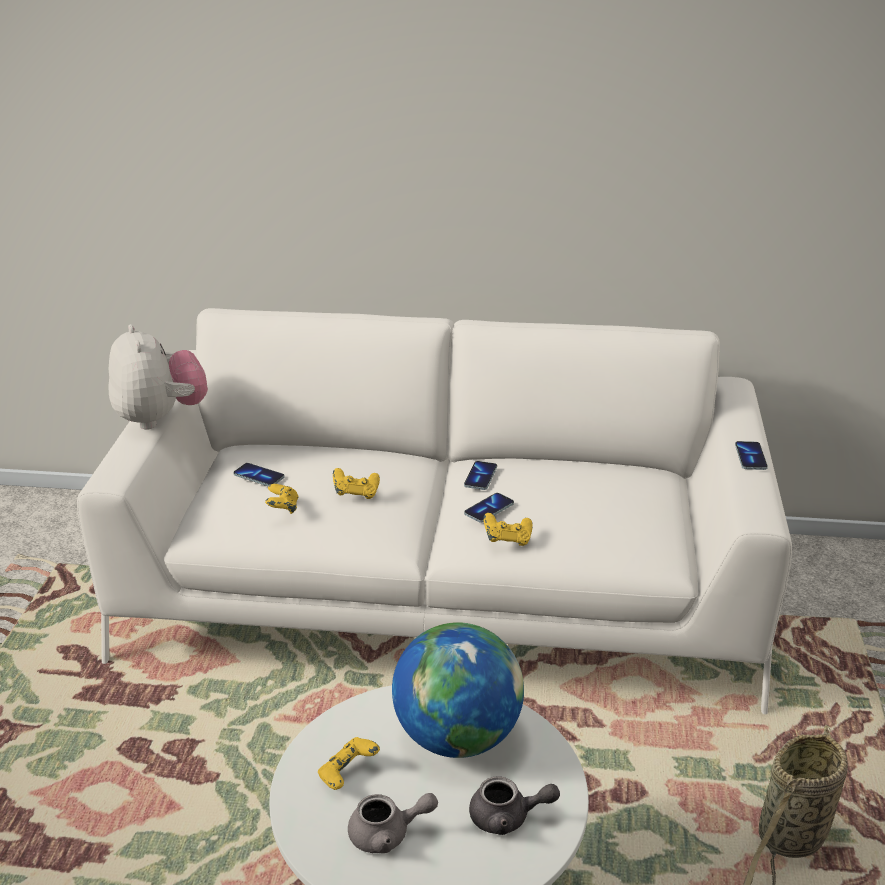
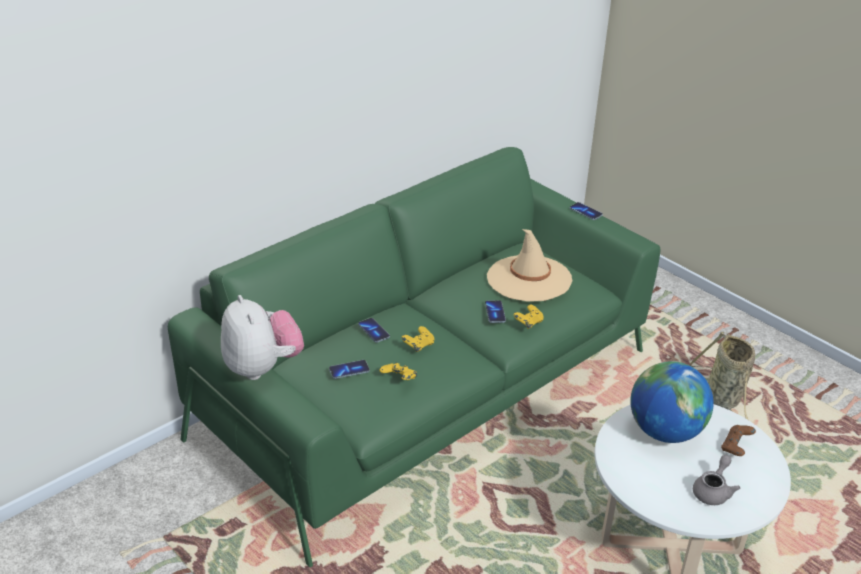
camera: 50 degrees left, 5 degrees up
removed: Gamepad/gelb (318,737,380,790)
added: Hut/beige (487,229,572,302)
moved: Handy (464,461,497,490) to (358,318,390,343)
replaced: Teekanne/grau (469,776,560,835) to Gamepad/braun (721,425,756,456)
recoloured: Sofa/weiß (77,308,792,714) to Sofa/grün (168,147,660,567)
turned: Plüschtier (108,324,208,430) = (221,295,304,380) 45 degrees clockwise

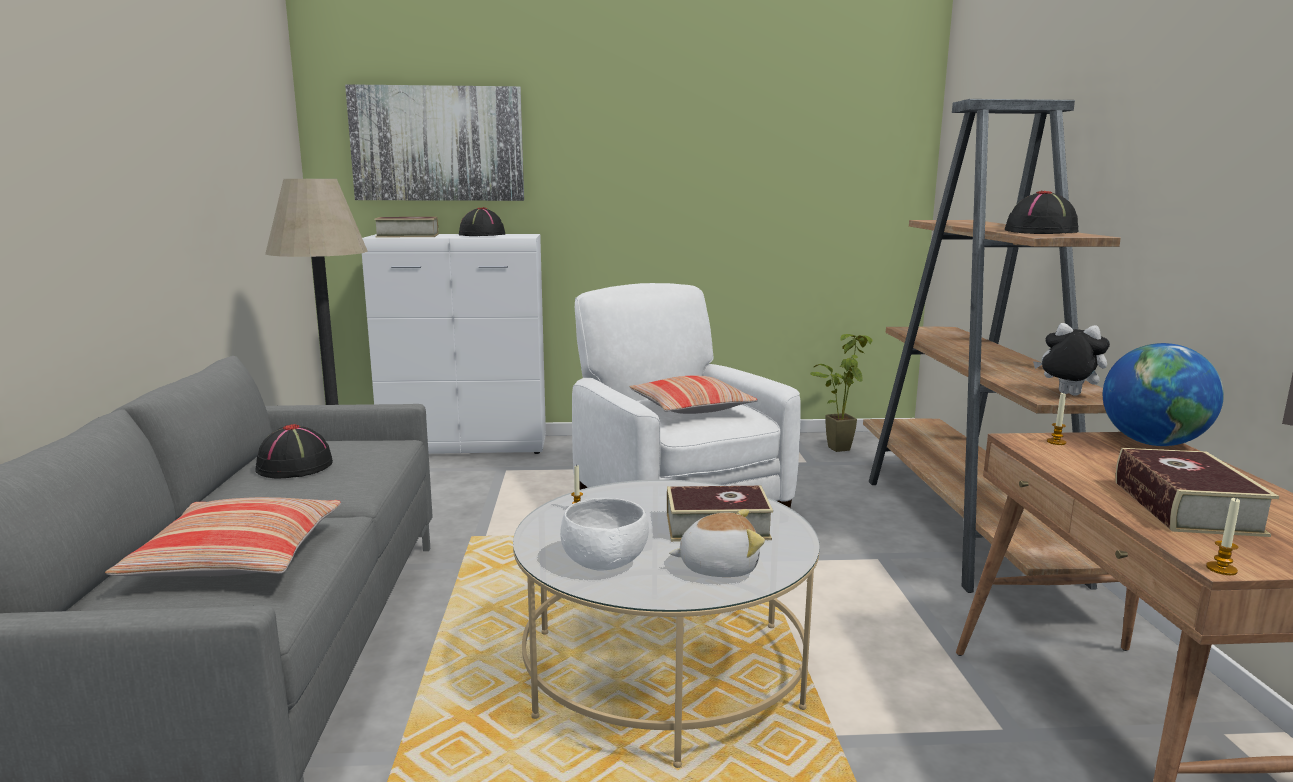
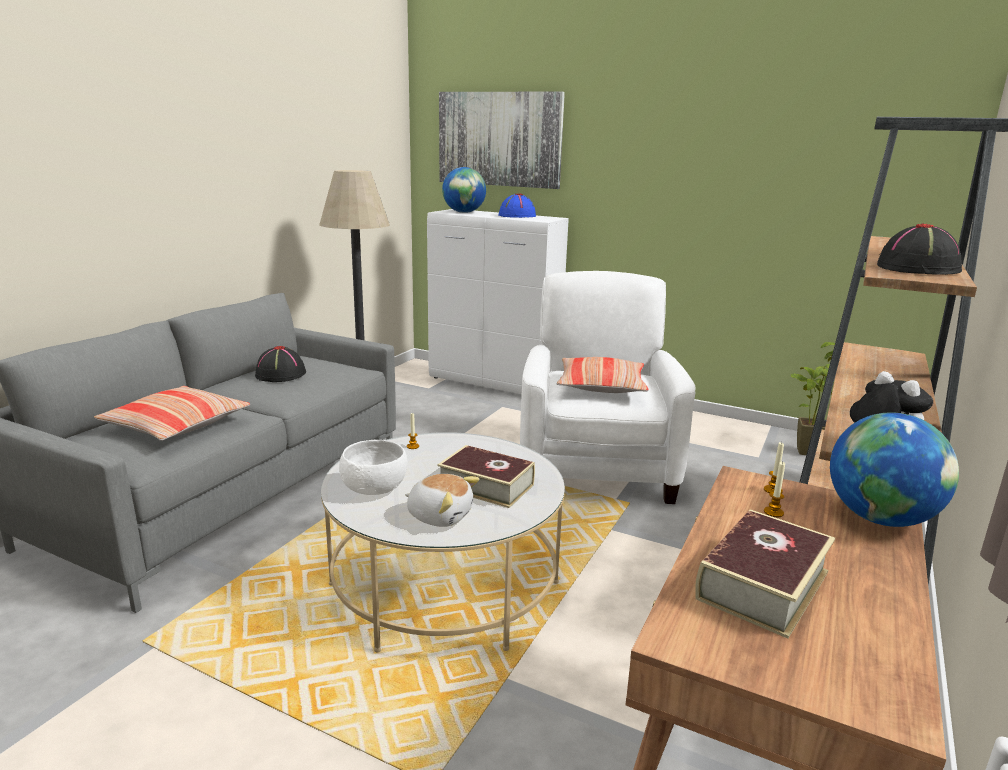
camera: 30 degrees right, 5 degrees up
moved: Kerze (1206,497,1240,575) to (764,462,785,517)
replaced: Buch (374,217,439,238) to Globus (442,167,486,213)
recoloured: Hut/schwarz (459,207,505,236) to Hut/blau (498,194,536,218)

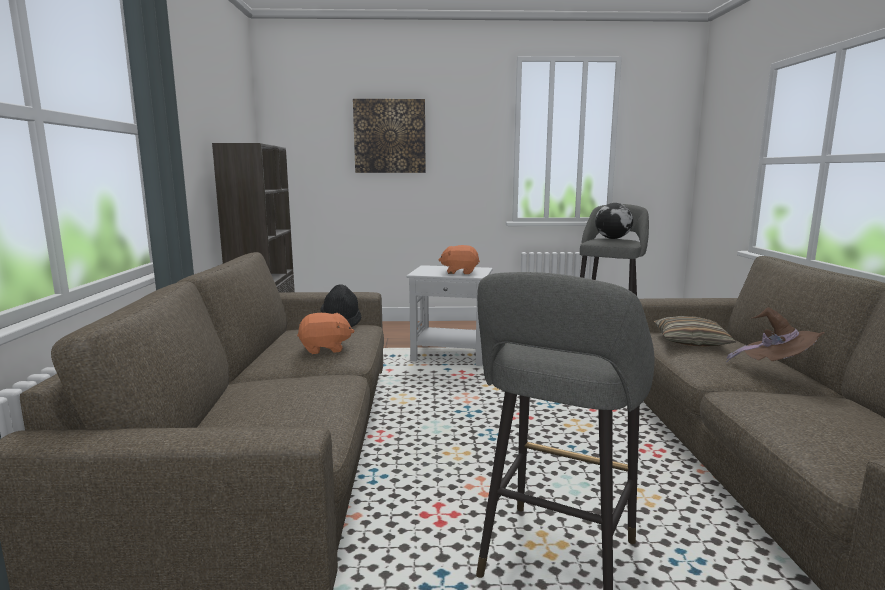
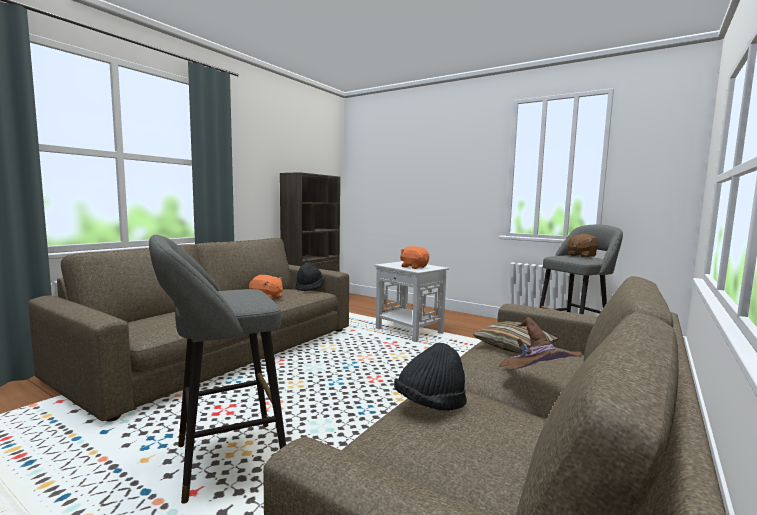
camera: 35 degrees right, 5 degrees down
removed: Bild (353,99,425,173)
added: Hut/schwarz (394,343,467,411)
replaced: Globus (595,203,633,239) to Plüschtier/braun (567,234,598,258)

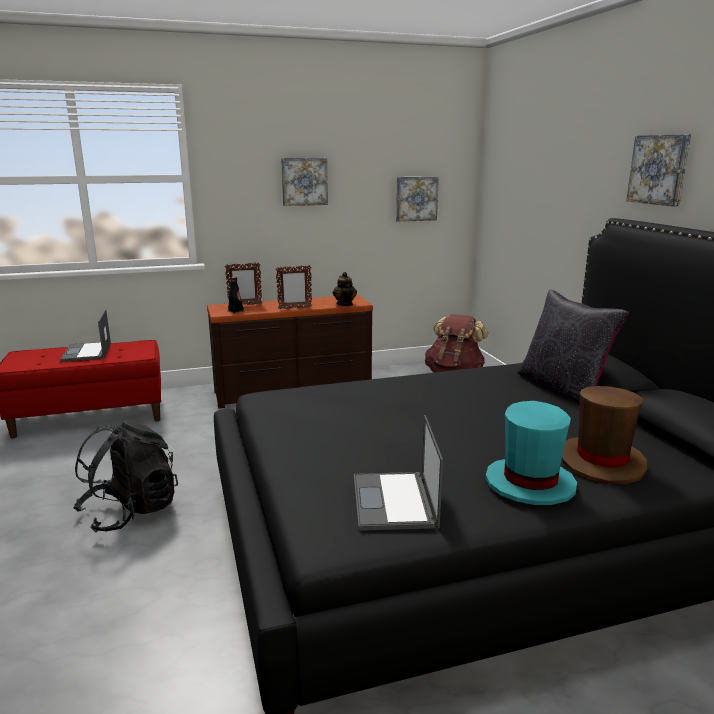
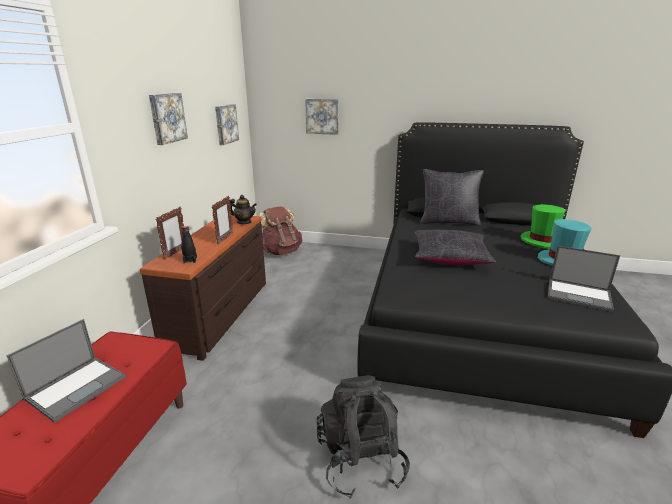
camera: 60 degrees left, 5 degrees up
added: Kissen/schwarz (414,230,496,265)
moved: Bild (626,134,691,206) to (305,99,339,135)
recoloured: Hut/braun (562,386,647,484) to Hut/grün (521,204,565,249)
turned: Laptop (60,309,111,362) = (6,319,126,423) 75 degrees counterclockwise

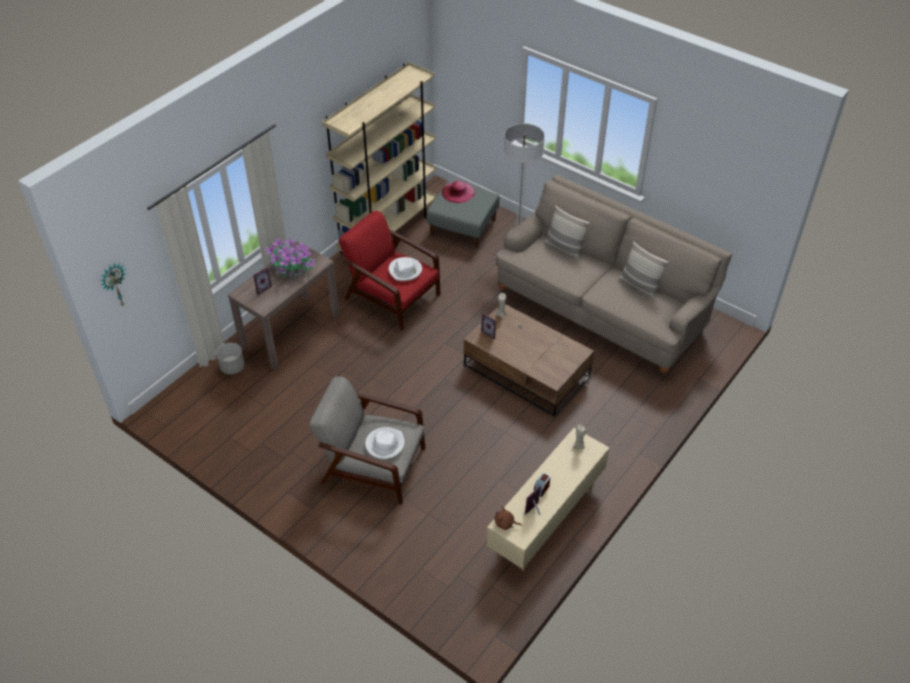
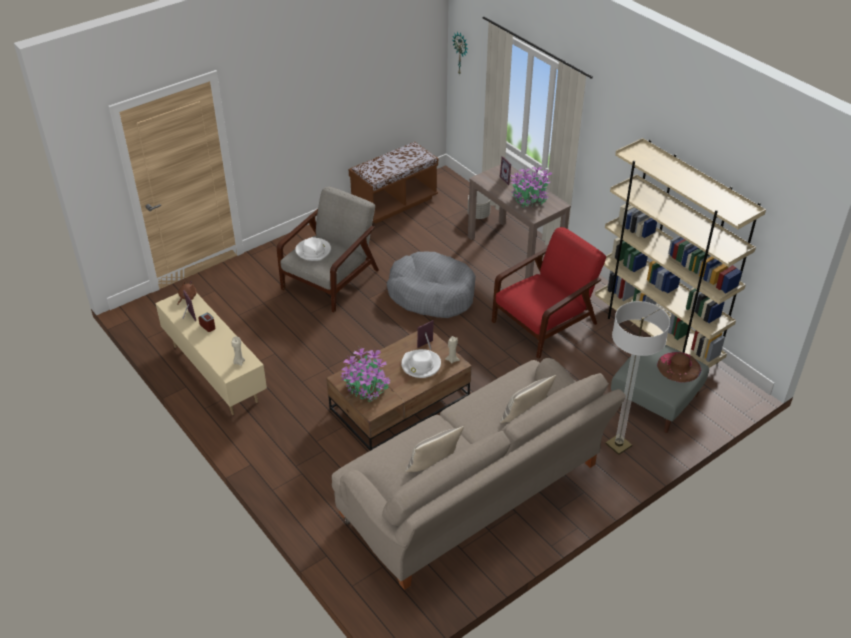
camera: 105 degrees right, 5 degrees down
added: Bank/braun (349,142,438,224); Hundebett/grau (387,252,476,318); Topfpflanze (341,348,391,402)
moved: Hut/weiß (389,257,422,281) to (401,349,441,378)
recoloured: Hut/rosa (442,181,475,203) to Hut/braun (657,352,701,383)

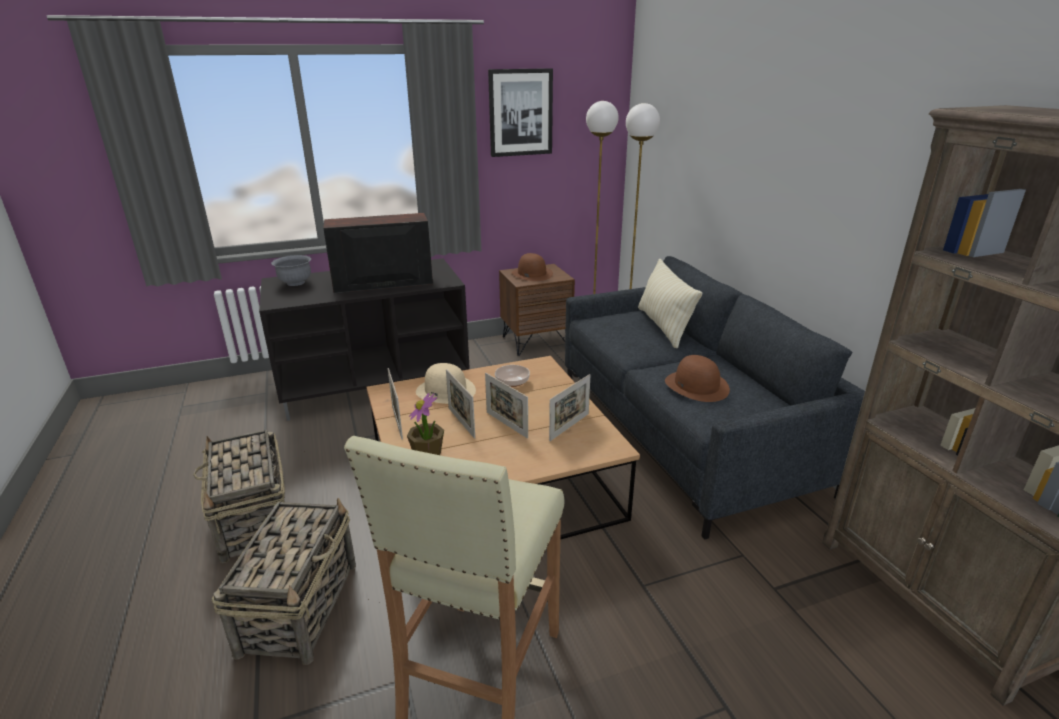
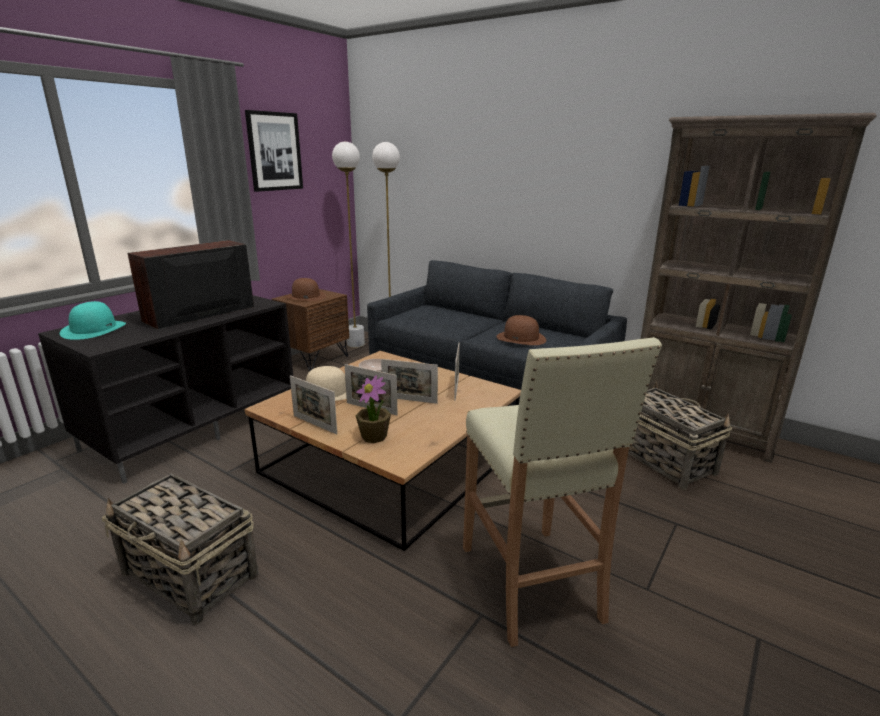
camera: 35 degrees left, 5 degrees down
removed: Kissen/beige (638,259,702,348)
moved: Korb (212,498,356,665) to (628,382,732,490)
replaced: Schüssel/grau (271,255,311,286) to Hut/türkis (60,301,126,340)

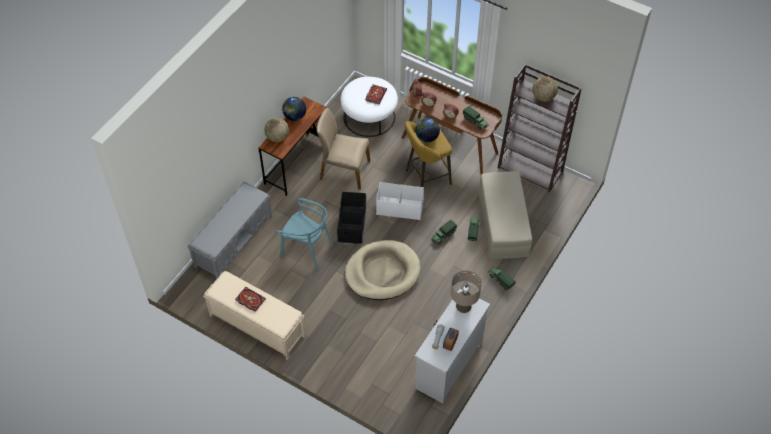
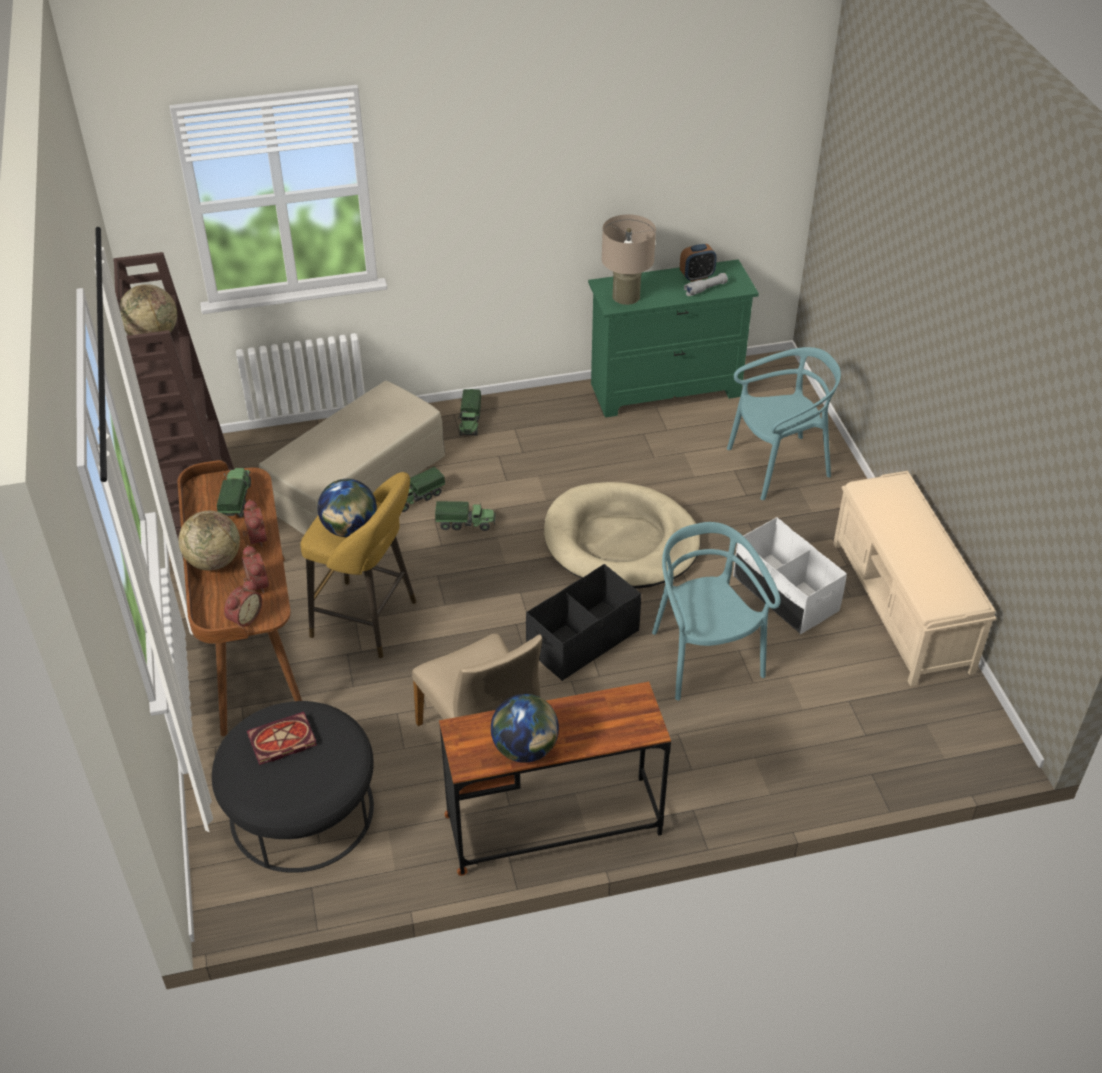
camera: 135 degrees left, 10 degrees down
removed: Bank/grau (188,181,272,280); Buch (235,287,266,312)
added: Stuhl/türkis (727,347,841,500)
moved: Globus (265,118,289,142) to (179,511,240,571); Aufbewahrungsbox/weiß (376,182,424,220) to (733,517,847,634)
recoloured: Polsterhocker/weiß (340,77,398,137) to Polsterhocker/schwarz (212,701,374,873); Kommode/weiß (415,289,490,404) to Kommode/grün (588,259,759,418)

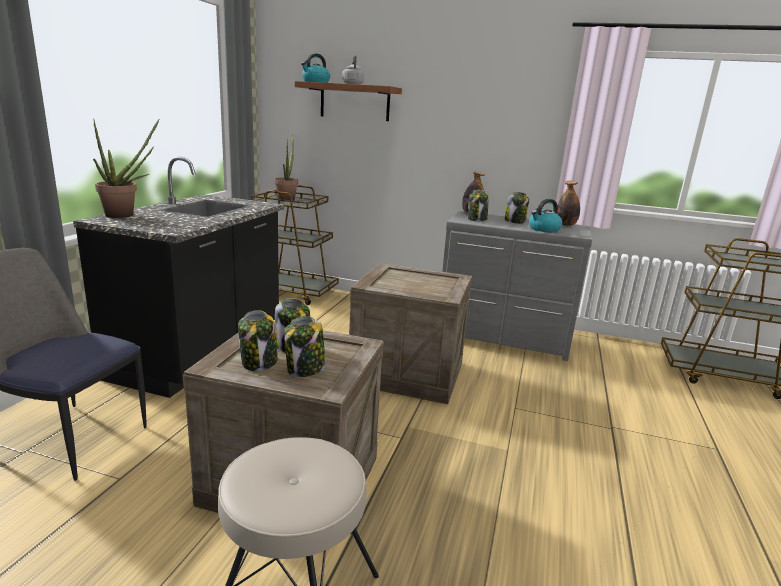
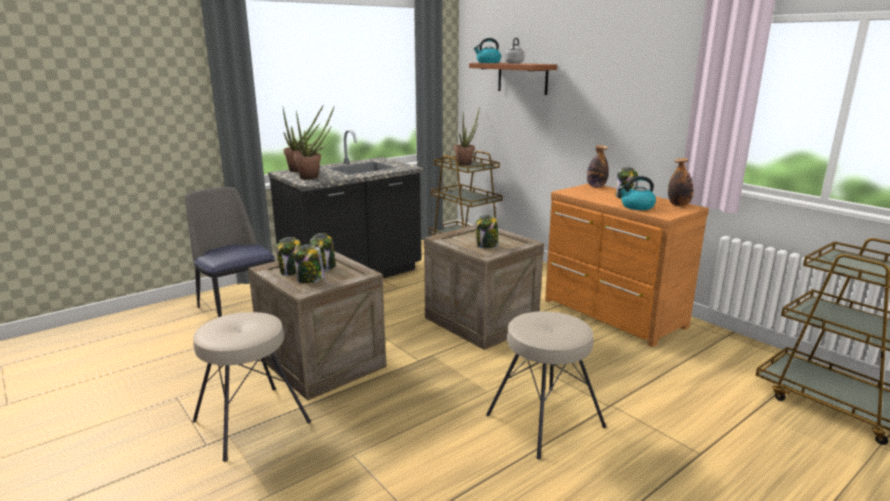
camera: 35 degrees right, 0 degrees up
added: Topfpflanze (294,107,334,180); Hocker/beige (486,311,606,459)
moved: Vorratsglas (468,190,489,221) to (476,215,499,249)
recoloured: Kommode/grau (442,211,592,361) to Kommode/braun (545,184,709,347)

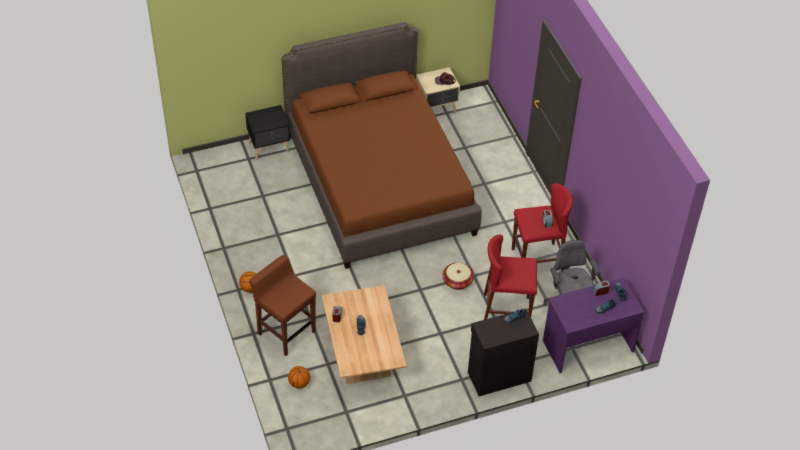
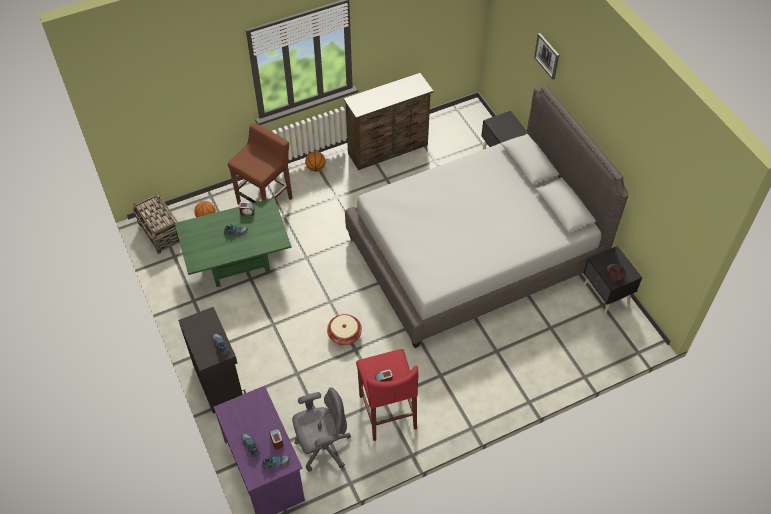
camera: 85 degrees right, 5 degrees up
removed: Hocker/rot (484,235,537,320)
added: Bild (534,33,559,79); Kommode/braun (344,73,433,170); Korb (132,195,180,254)
recoloured: Bett/braun (281,22,482,269) to Bett/grau (345,86,629,348); Nachttisch/beige (416,67,460,114) to Nachttisch/schwarz (583,246,642,314); Couchtisch/beige (321,285,407,384) to Couchtisch/grün (175,198,292,287)

